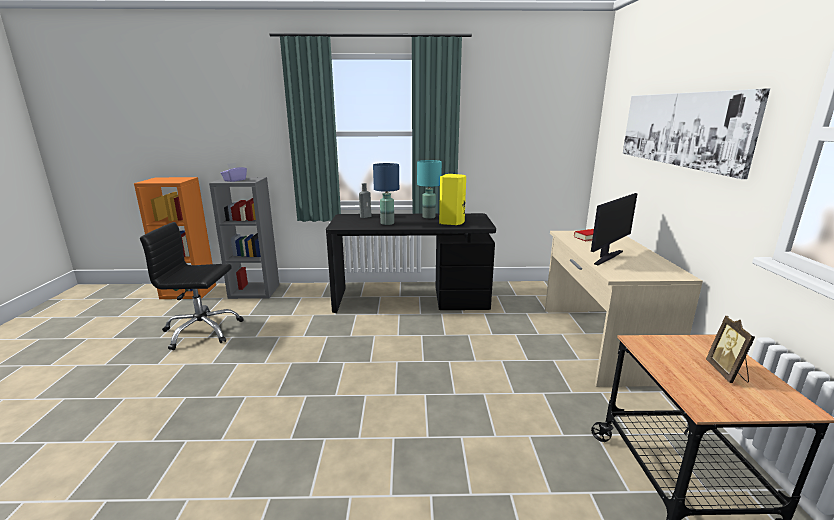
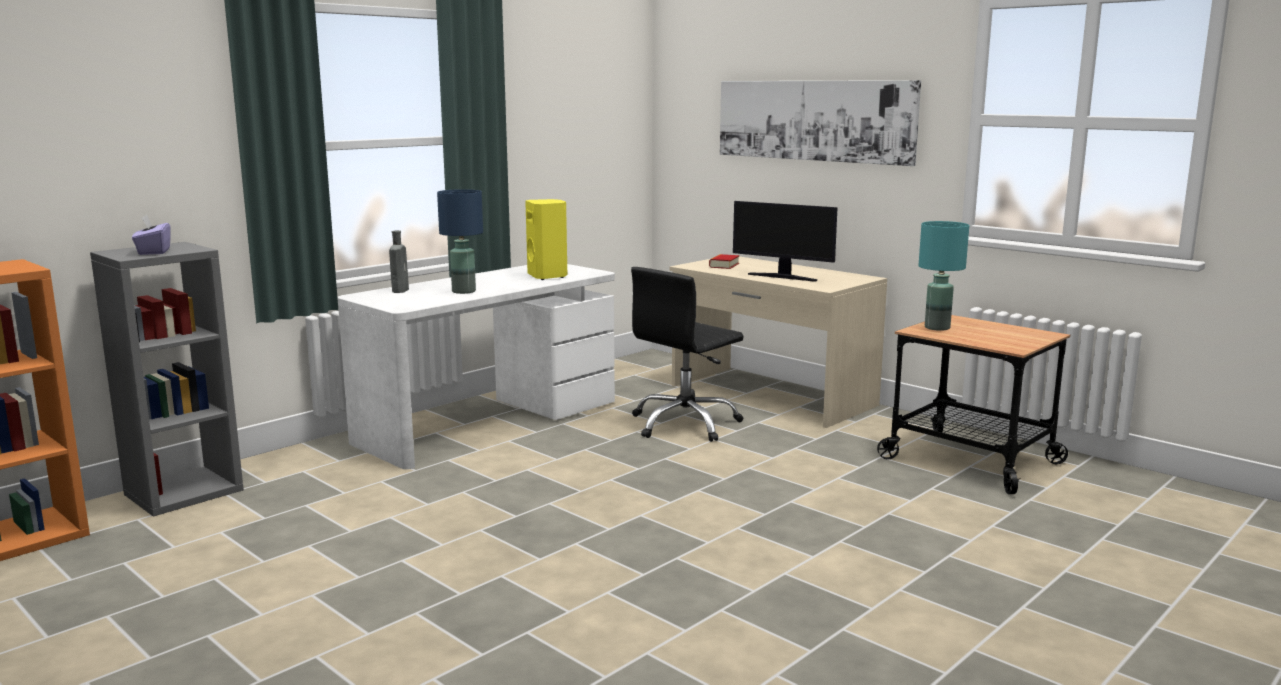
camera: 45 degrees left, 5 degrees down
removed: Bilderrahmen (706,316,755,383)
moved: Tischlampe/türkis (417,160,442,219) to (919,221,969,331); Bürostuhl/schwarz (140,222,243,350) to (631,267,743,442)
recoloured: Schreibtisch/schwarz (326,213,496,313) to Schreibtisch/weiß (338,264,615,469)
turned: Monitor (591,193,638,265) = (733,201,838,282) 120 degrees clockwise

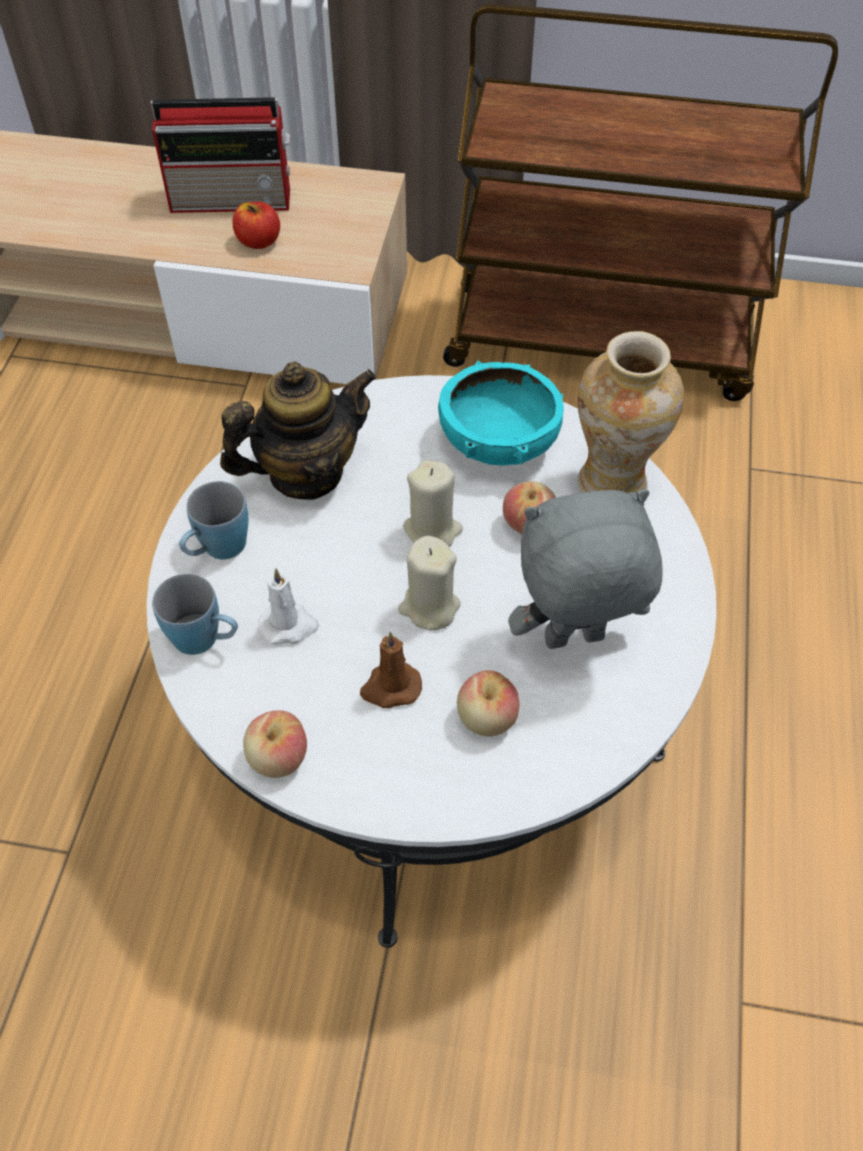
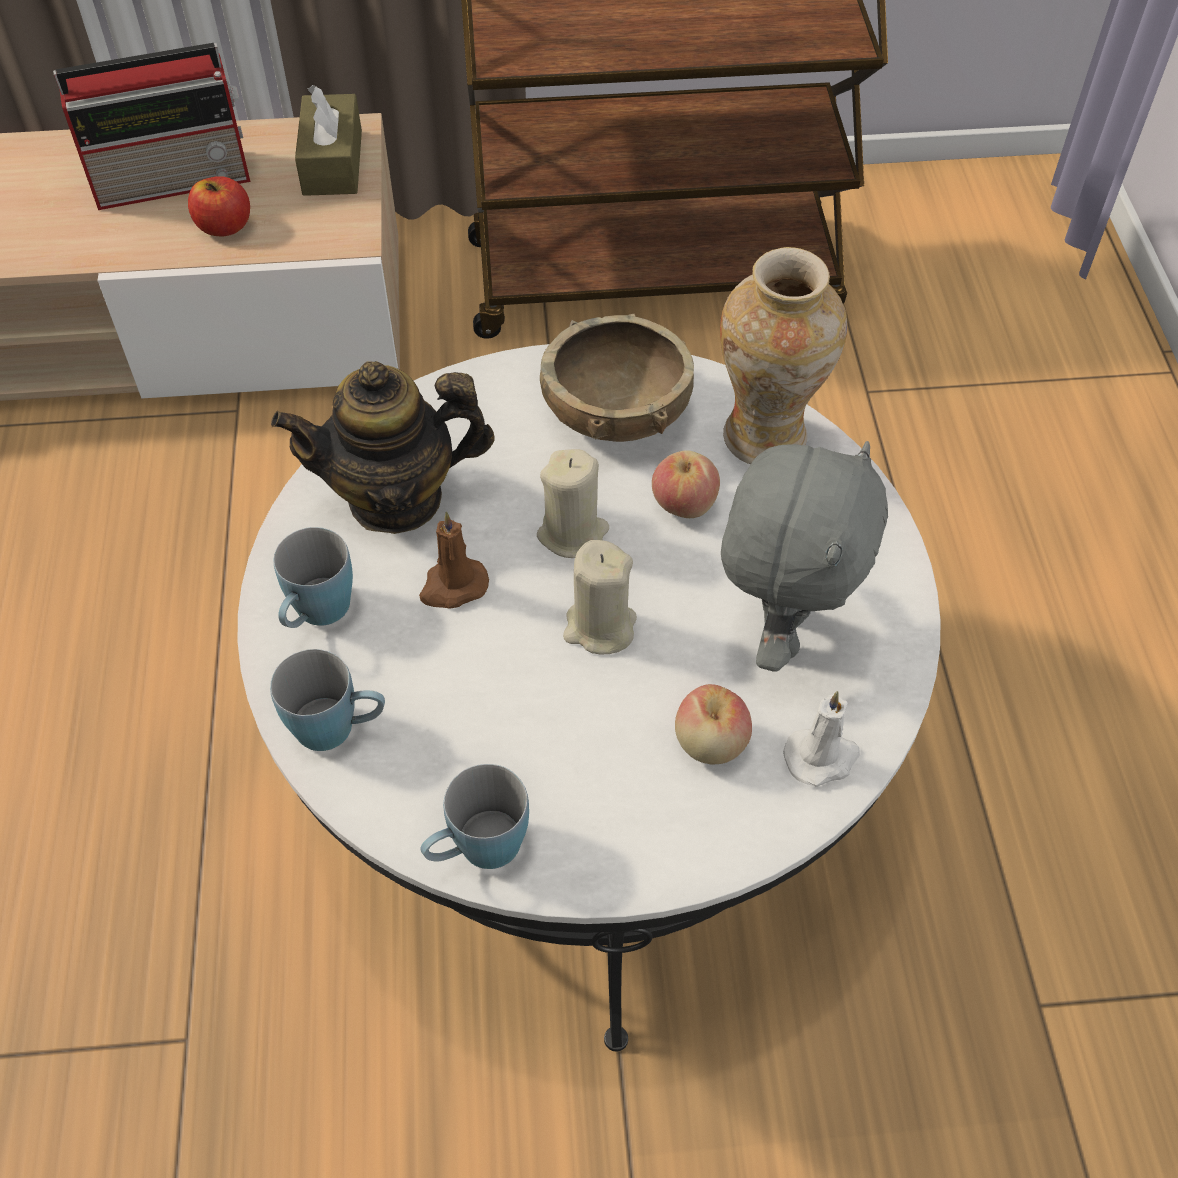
camera: 15 degrees left, 0 degrees up
added: Taschentuchbox/braun (295,85,362,196)
moved: Kerze/weiß (258,568,320,645) to (783,691,860,787); Kerze/braun (360,632,422,708) to (419,512,489,609)
replaced: Apfel (243,710,307,778) to Henkelbecher/blau (420,764,529,869)
recoloured: Schüssel/türkis (438,360,564,466) to Schüssel/braun (540,314,694,442)
turned: Teekanne (220,362,377,500) = (271,361,495,534) 150 degrees counterclockwise; Plüschtier/grau (508,489,663,649) = (721,441,888,672) 135 degrees clockwise

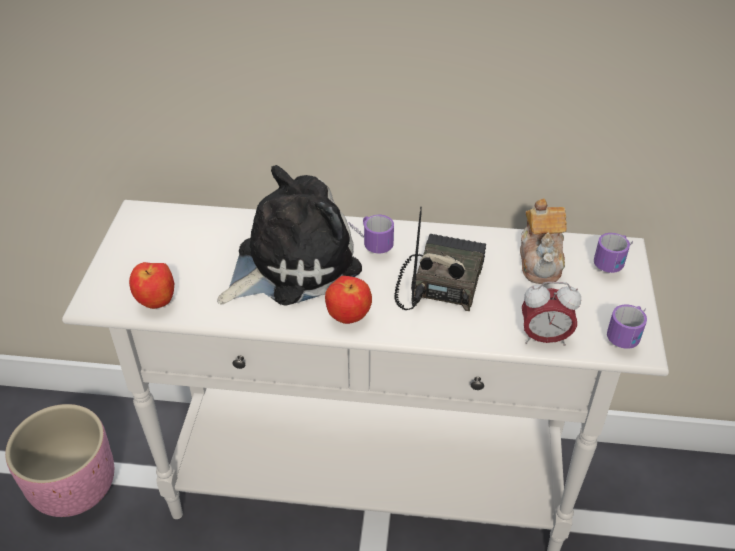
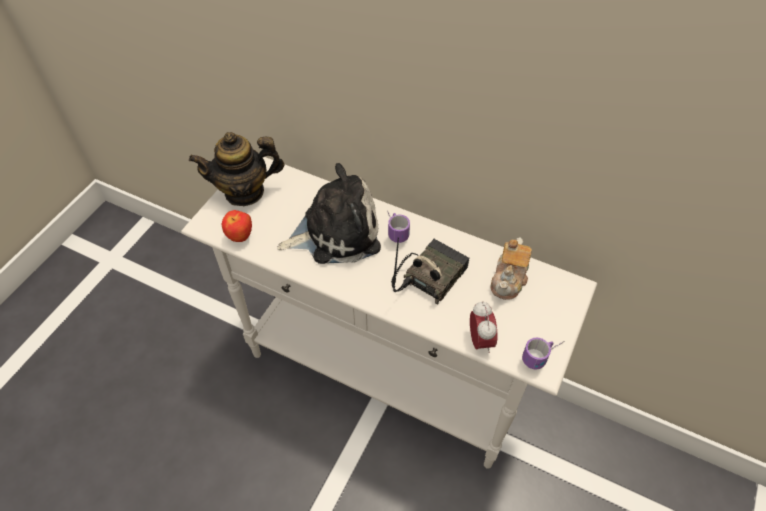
camera: 20 degrees right, 10 degrees up
removed: Henkelbecher (594,233,633,273); Apfel (325,276,372,324); Pflanzkübel/rosa (5,404,114,517)
added: Teekanne (189,132,284,206)
turned: Wecker (522,282,581,346) = (470,301,498,353) 120 degrees counterclockwise

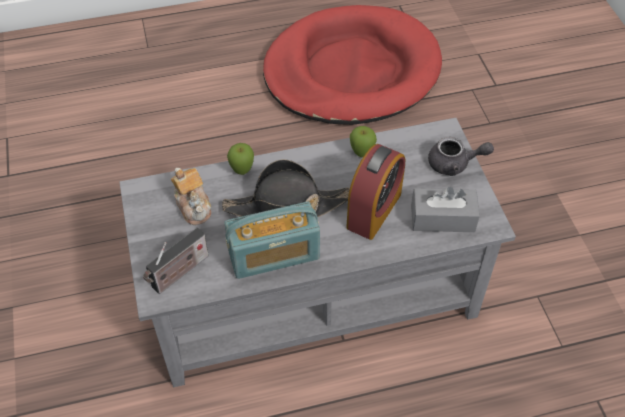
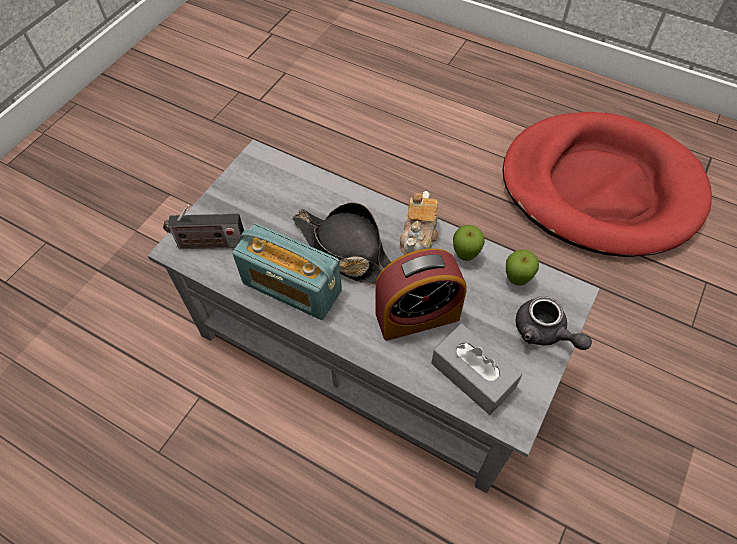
camera: 45 degrees right, 5 degrees up
moved: Apfel (227,143,254,175) to (506,250,539,286); Teekanne (171,168,211,225) to (400,191,438,254)

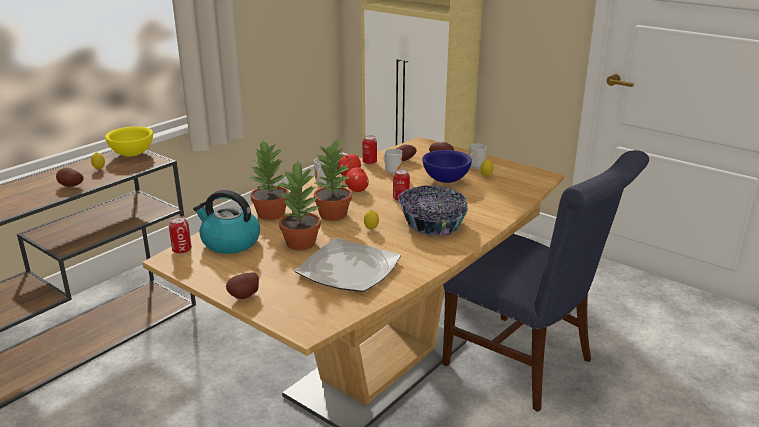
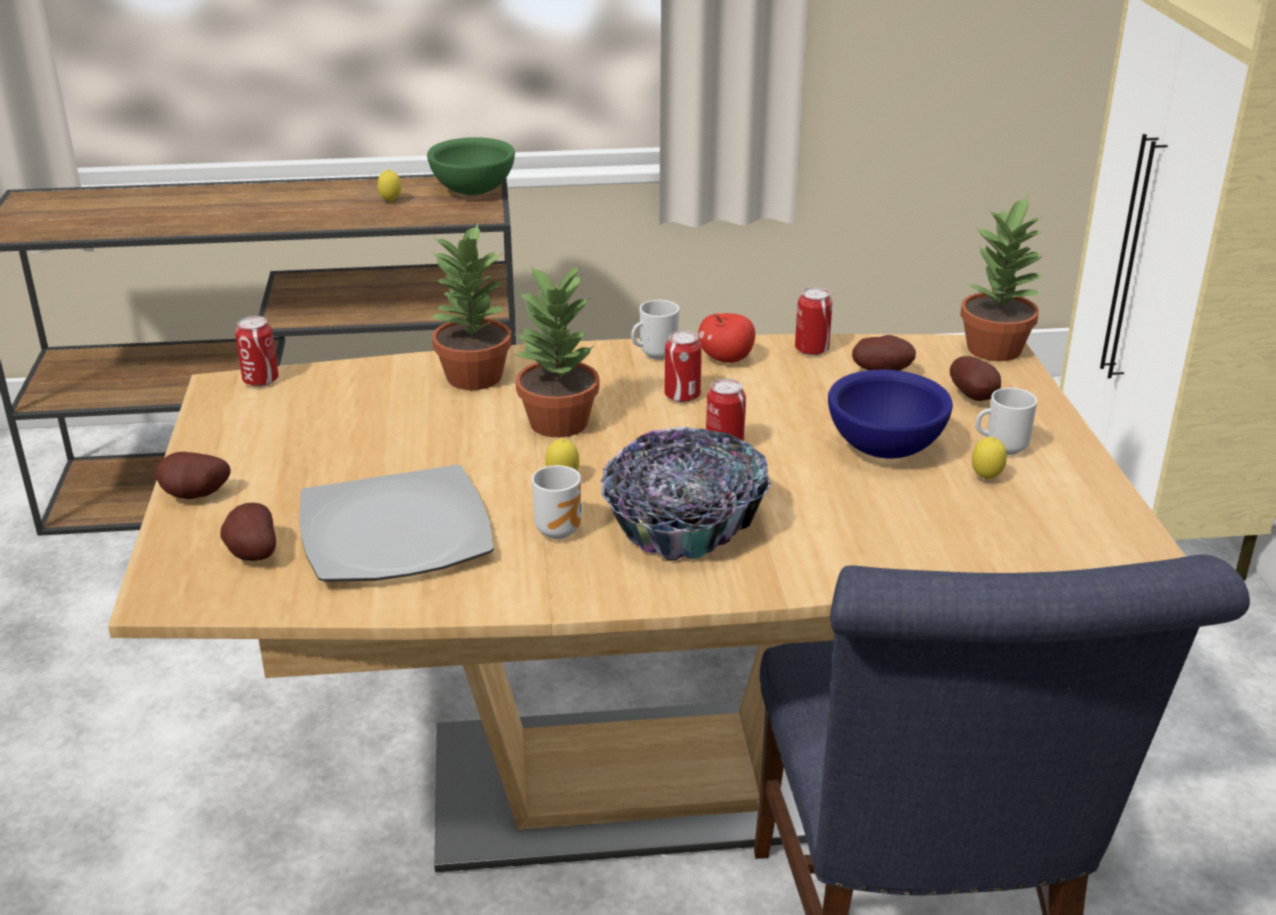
camera: 45 degrees right, 5 degrees up
removed: Wasserkessel (193,190,260,254)
moved: Henkelbecher (384,149,402,175) to (532,465,581,539); Topfpflanze (279,160,321,250) to (960,196,1045,361); Kartoffel (56,168,84,187) to (220,503,276,561)
replaced: Apfel (345,167,369,192) to Dose (664,330,702,402)
recoloured: Schüssel/gelb (105,126,153,156) to Schüssel/grün (427,137,515,195)

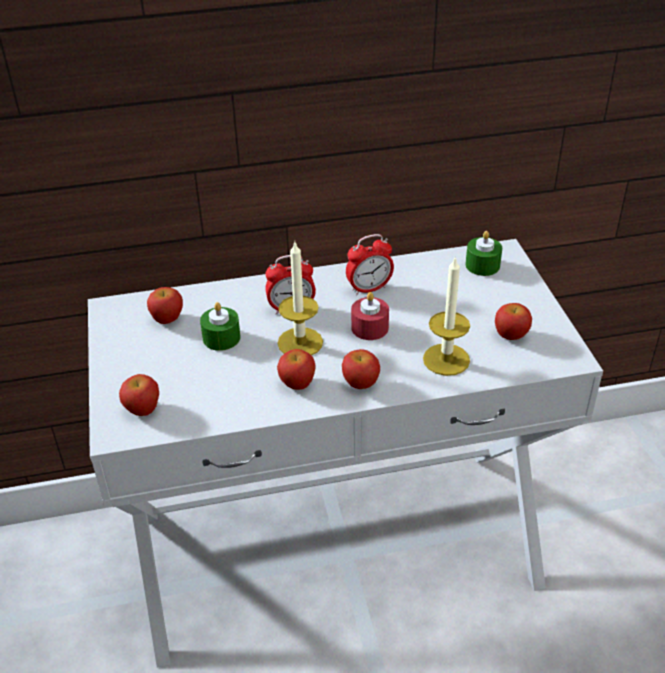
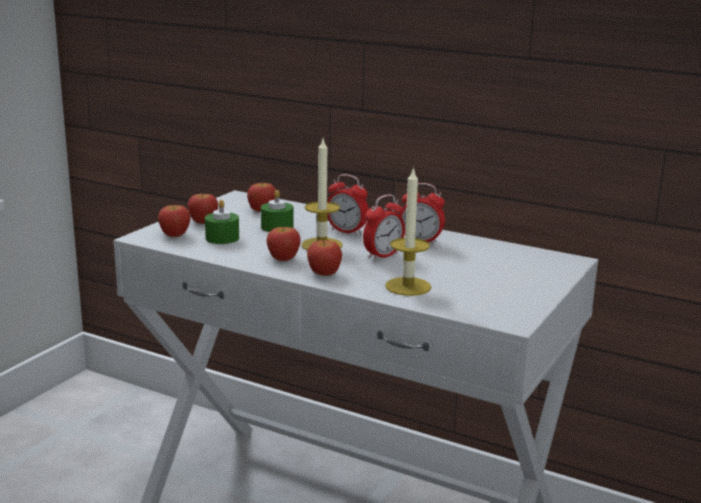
camera: 40 degrees right, 20 degrees down
moved: Kerze/grün (466,231,502,276) to (205,200,239,244); Apfel (495,303,532,340) to (188,194,218,224)
replaced: Kerze/rot (351,292,389,340) to Wecker (363,194,405,261)

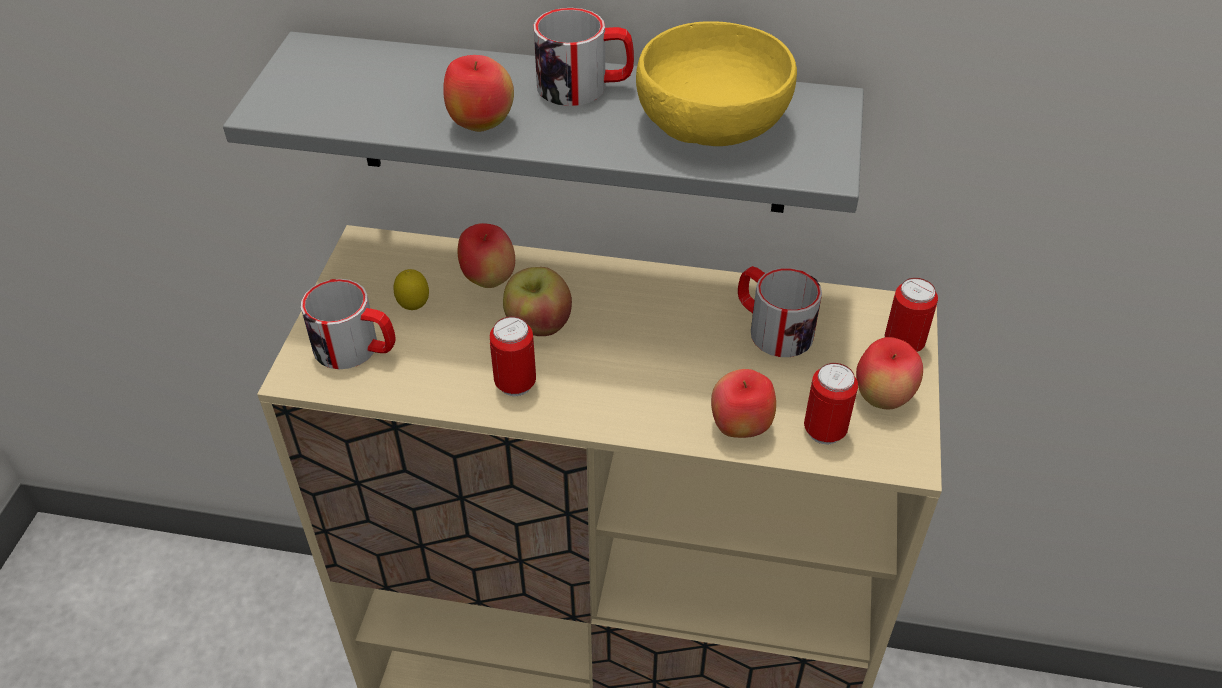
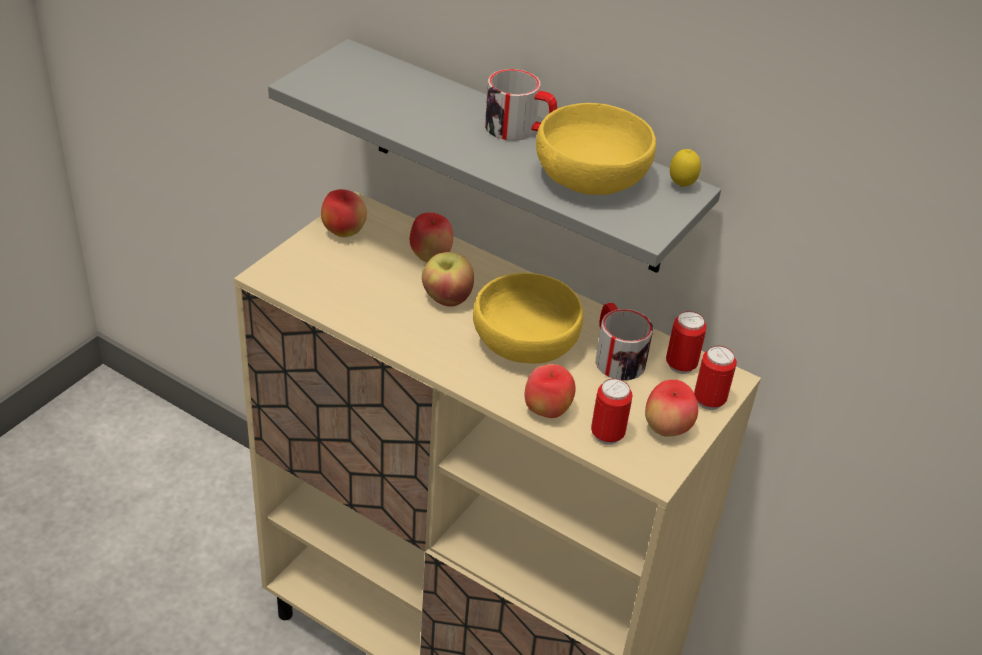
camera: 20 degrees right, 5 degrees down
removed: Henkelbecher (301,279,396,369)
added: Schüssel/gelb (473,273,583,364)
moved: Apfel (443,55,514,132) to (321,189,367,237); Zitrone (394,269,429,310) to (670,149,701,187); Dose (490,316,536,397) to (666,311,707,374)

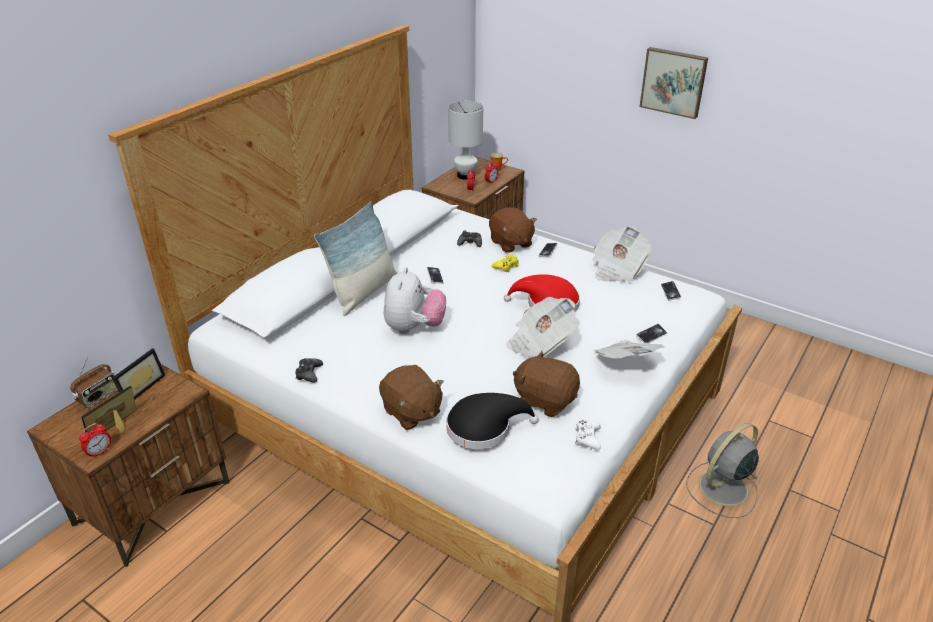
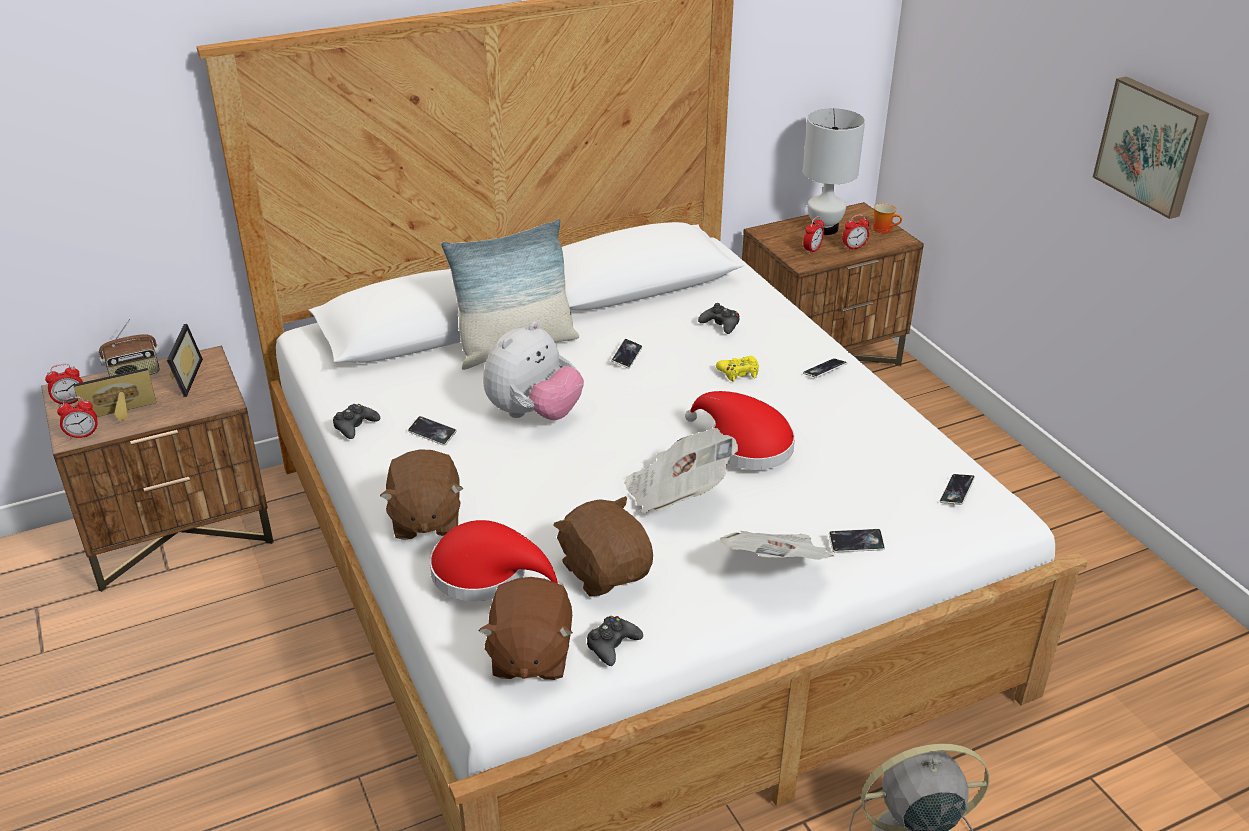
camera: 30 degrees right, 0 degrees up
removed: Zeitung (593,226,652,282)
added: Wecker (45,364,83,406); Handy (408,416,457,445)
moved: Plüschtier/braun (489,207,537,253) to (479,577,573,680)
recoloured: Hut/schwarz (446,393,539,449) to Hut/rot (430,520,564,601); Gamepad/weiß (575,420,601,450) to Gamepad/schwarz (587,616,643,666)
turned: Bilderrahmen (112,348,166,400) = (167,324,203,397) 60 degrees counterclockwise

